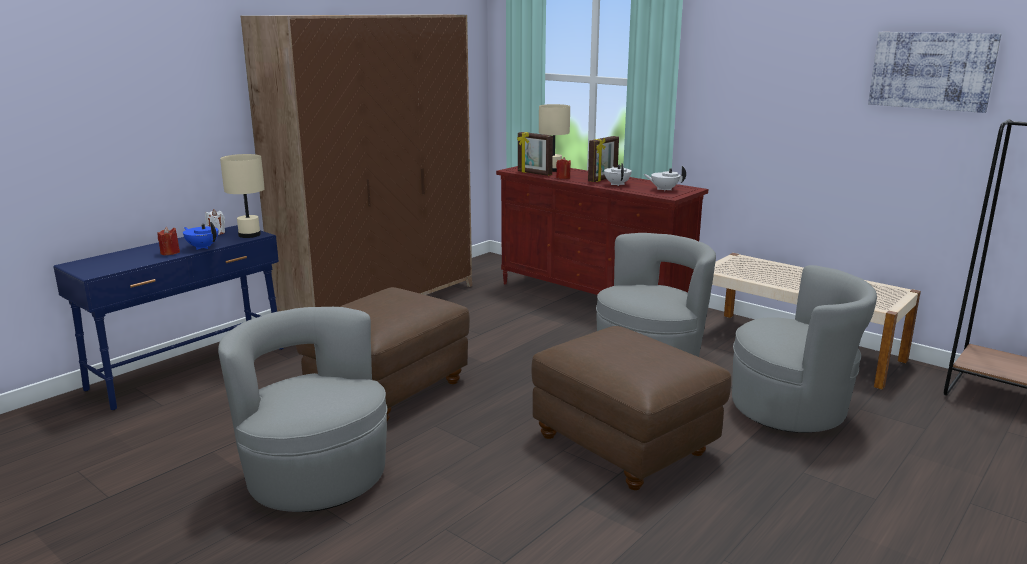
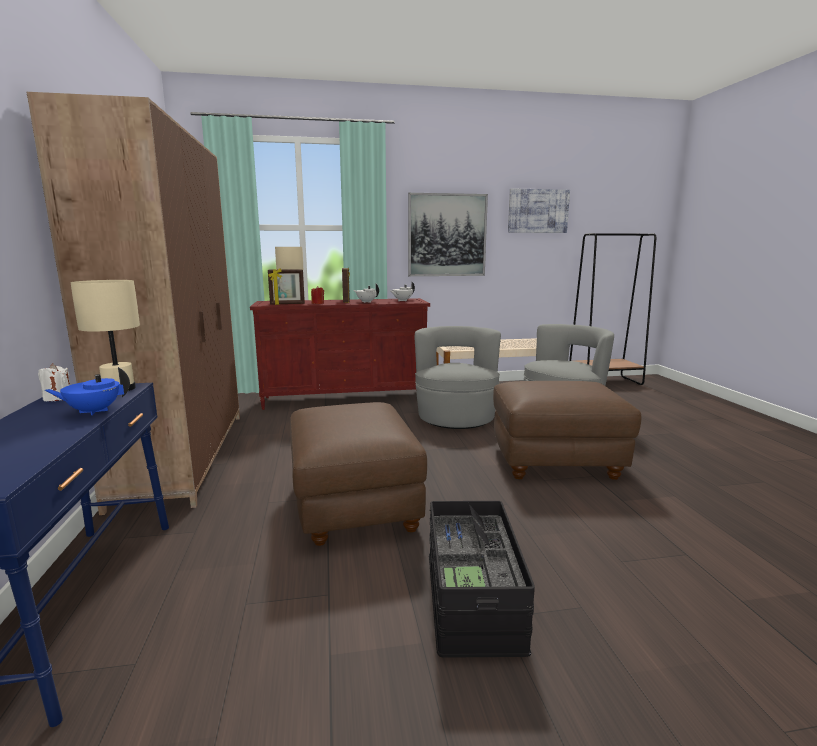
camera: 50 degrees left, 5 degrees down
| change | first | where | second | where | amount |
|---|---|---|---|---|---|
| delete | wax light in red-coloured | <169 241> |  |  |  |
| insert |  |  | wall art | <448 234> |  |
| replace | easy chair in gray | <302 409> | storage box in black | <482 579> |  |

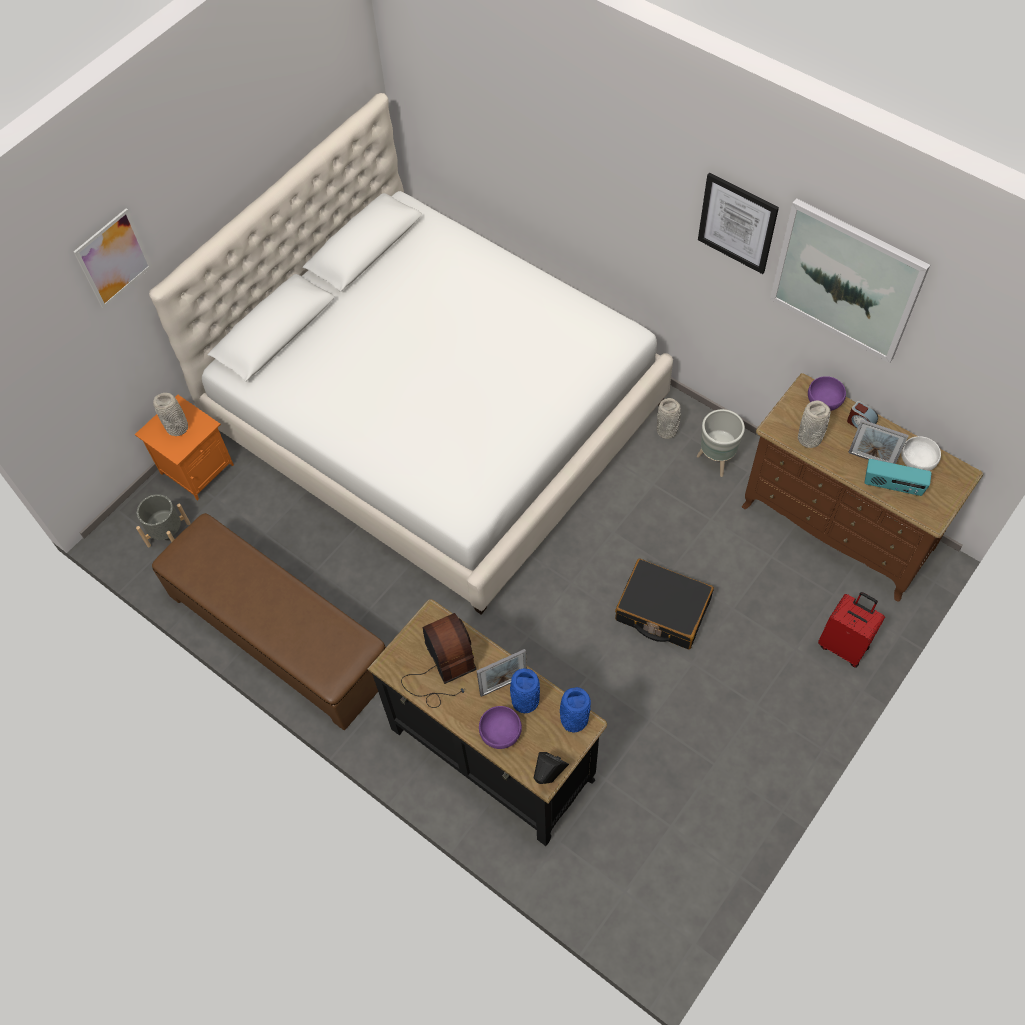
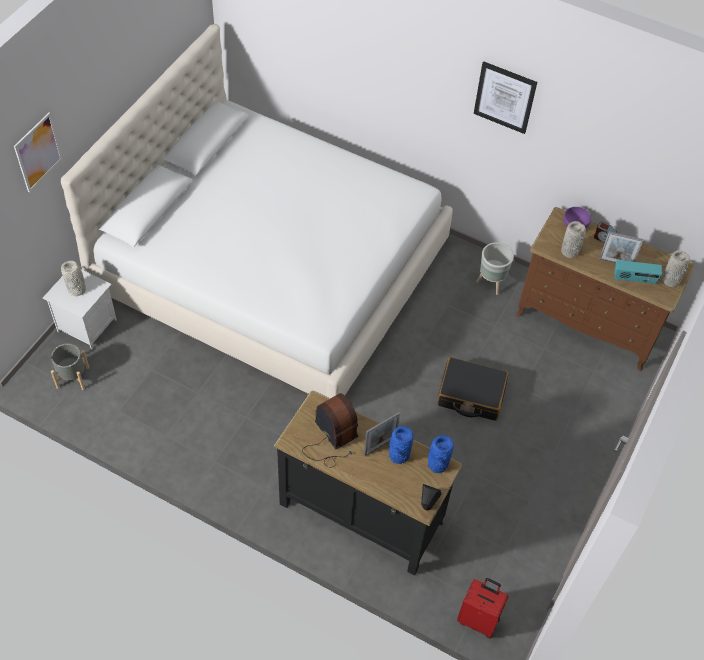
camera: 15 degrees left, 5 degrees down
| change | first | where | second | where | amount |
|---|---|---|---|---|---|
| delete | indoor bench in brownish | <269 621> |  |  |  |
| delete | deep dish in purplish | <500 727> |  |  |  |
| delete | wall art | <850 280> |  |  |  |
| delete | deep dish in whitish | <921 453> |  |  |  |
| move | decorative vase in gray | <669 418> |  | <676 268> |  |
| move | piece of luggage in red-coloured | <851 630> |  | <483 608> |  |
| recolor | nightstand in orangey | <184 448> | nightstand in gray | <80 309> |  |

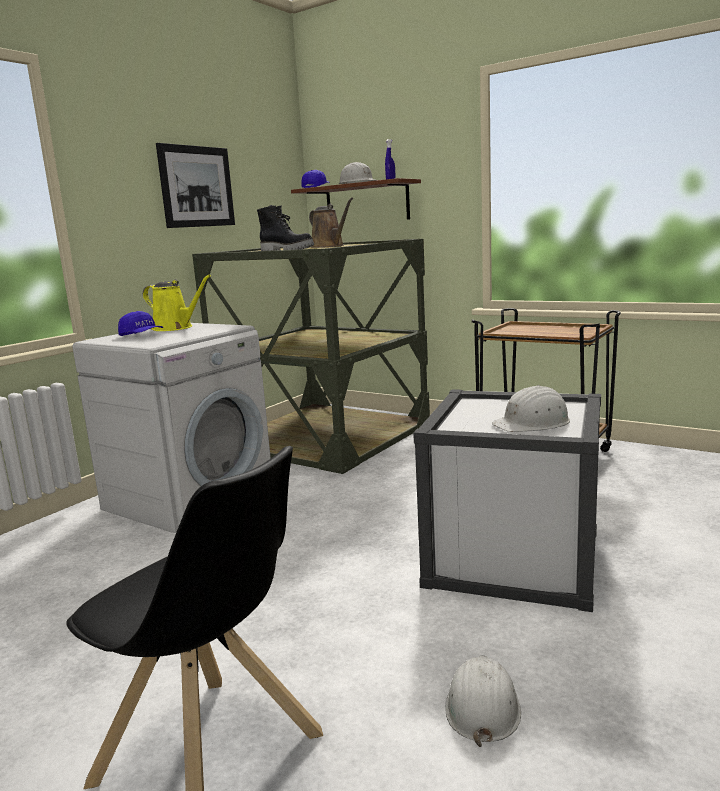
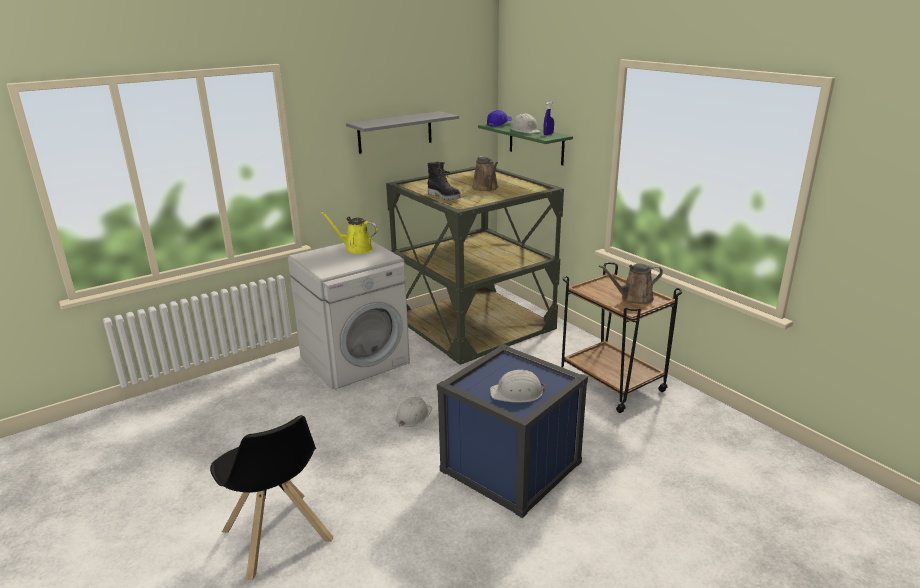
camera: 20 degrees right, 10 degrees up
| change | first | where | second | where | amount |
|---|---|---|---|---|---|
| delete | baseball cap in blue-coloured | <140 323> |  |  |  |
| insert |  |  | watering can in brownish | <631 284> |  |
| move | work helmet in whitish | <483 701> |  | <414 412> |  |
| replace | wall art | <195 185> | bracket shelf in gray | <402 132> |  |
| recolor | bracket shelf in brownish | <356 199> | bracket shelf in green-coloured | <525 143> |  |
| recolor | storage box in whitish | <507 500> | storage box in blue-coloured | <512 431> |  |
| rotate | watering can in yellow-coloured | <177 302> |  | <349 232> | 150 degrees clockwise |

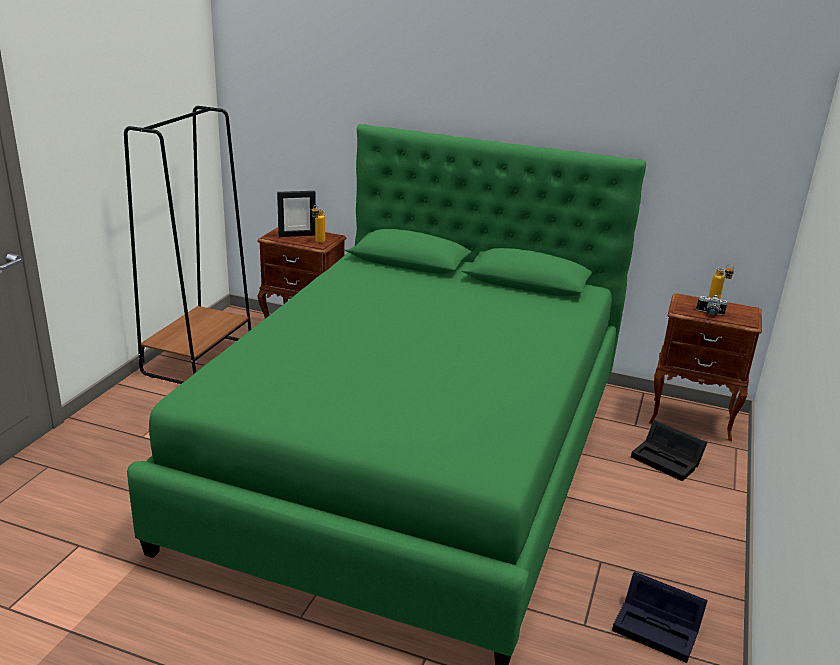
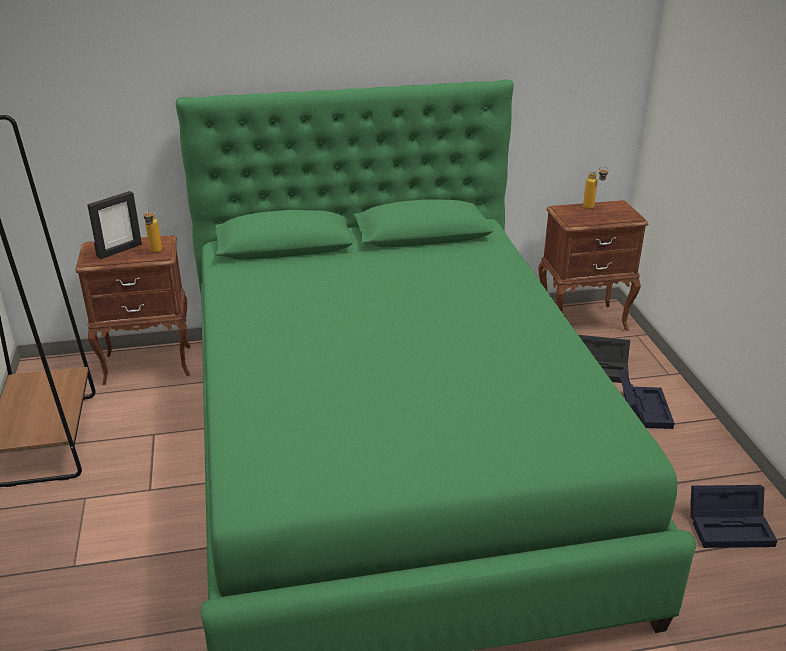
camera: 30 degrees left, 5 degrees up
| change | first | where | second | where | amount |
|---|---|---|---|---|---|
| delete | photo camera | <711 305> |  |  |  |
| insert |  |  | storage box in black | <646 399> |  |

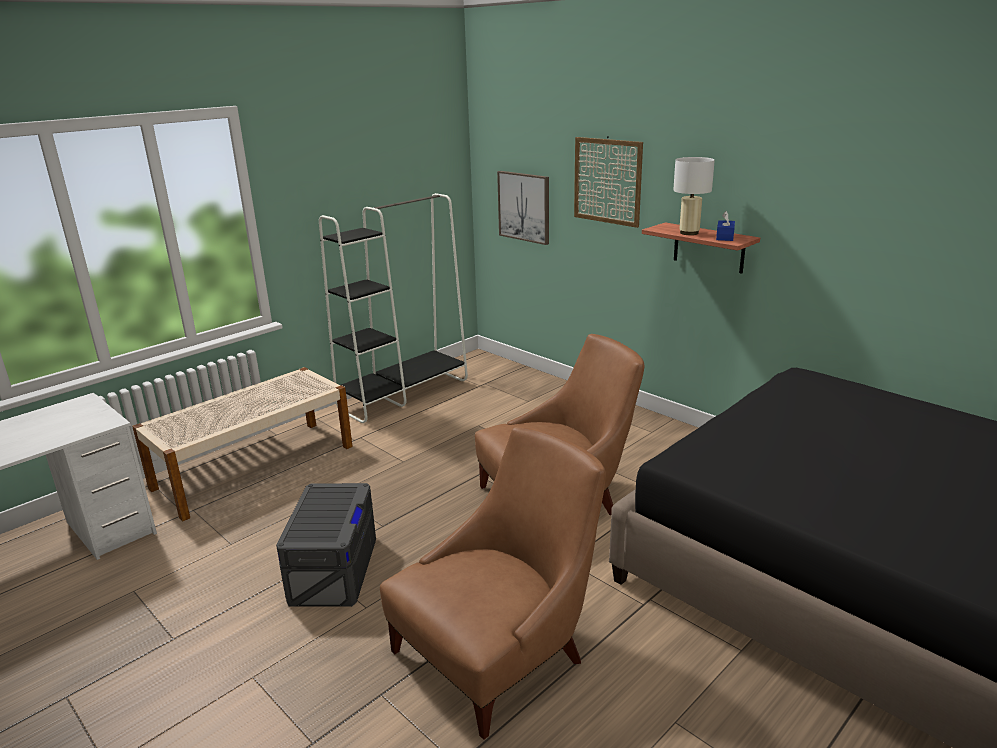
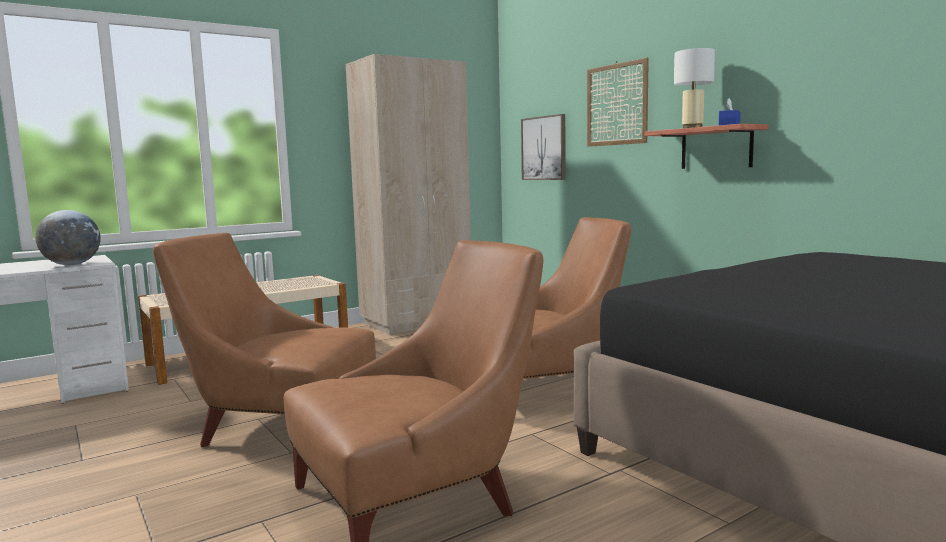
camera: 10 degrees right, 15 degrees down
| change | first | where | second | where | amount |
|---|---|---|---|---|---|
| insert |  |  | world globe | <68 237> |  |
| replace | storage box in gray | <326 545> | easy chair in brownish | <264 340> |  |
| replace | clothes rack in black | <393 308> | clothes cupboard in sand-coloured | <408 194> |  |

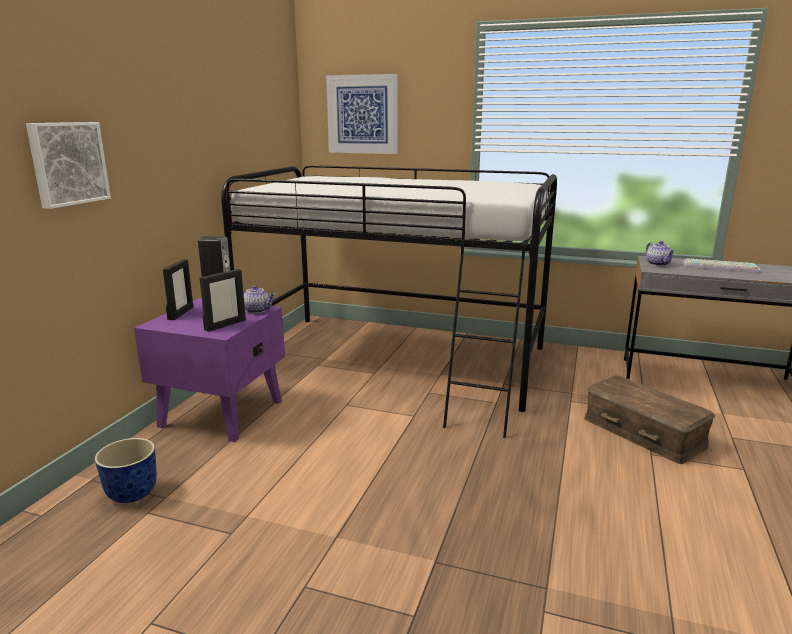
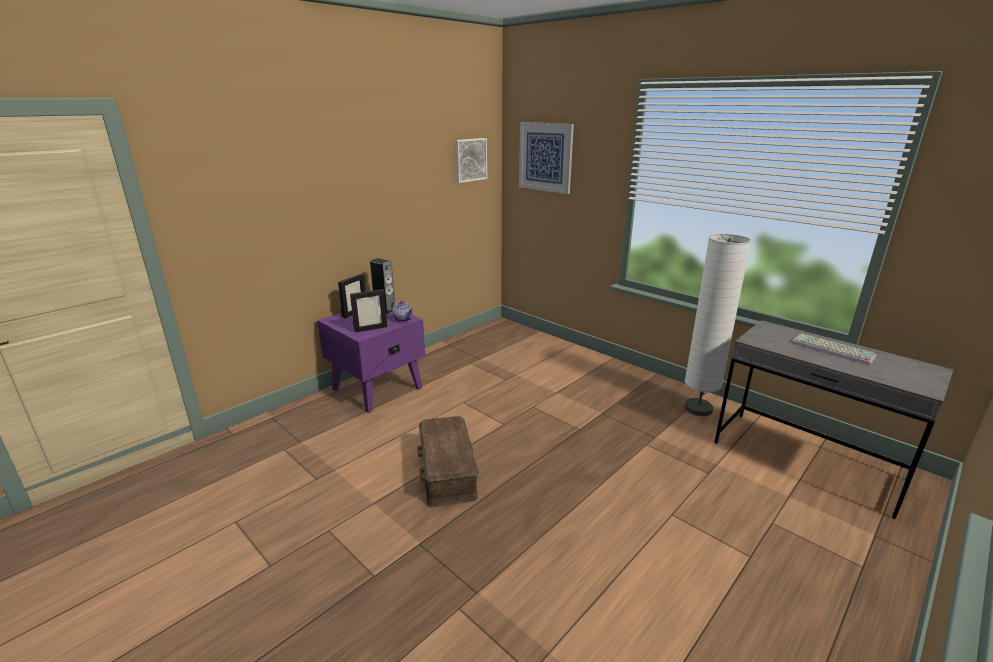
camera: 25 degrees right, 5 degrees up
| change | first | where | second | where | amount |
|---|---|---|---|---|---|
| delete | flower pot | <126 470> |  |  |  |
| delete | bedroom bed in black | <389 301> |  |  |  |
| delete | teapot | <660 253> |  |  |  |
| insert |  |  | standard lamp in whitish | <718 325> |  |
| move | wall art | <68 165> |  | <471 160> |  |
| move | storage box in brownish | <649 419> |  | <448 461> |  |

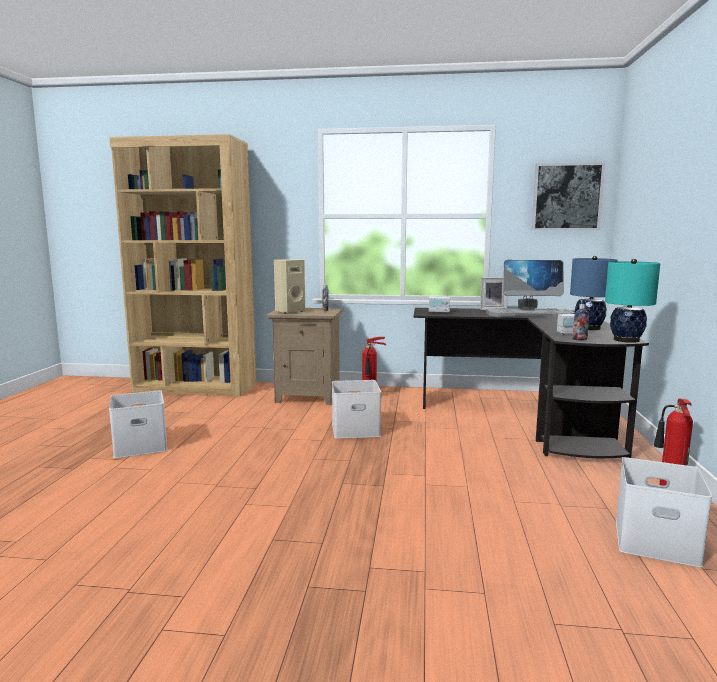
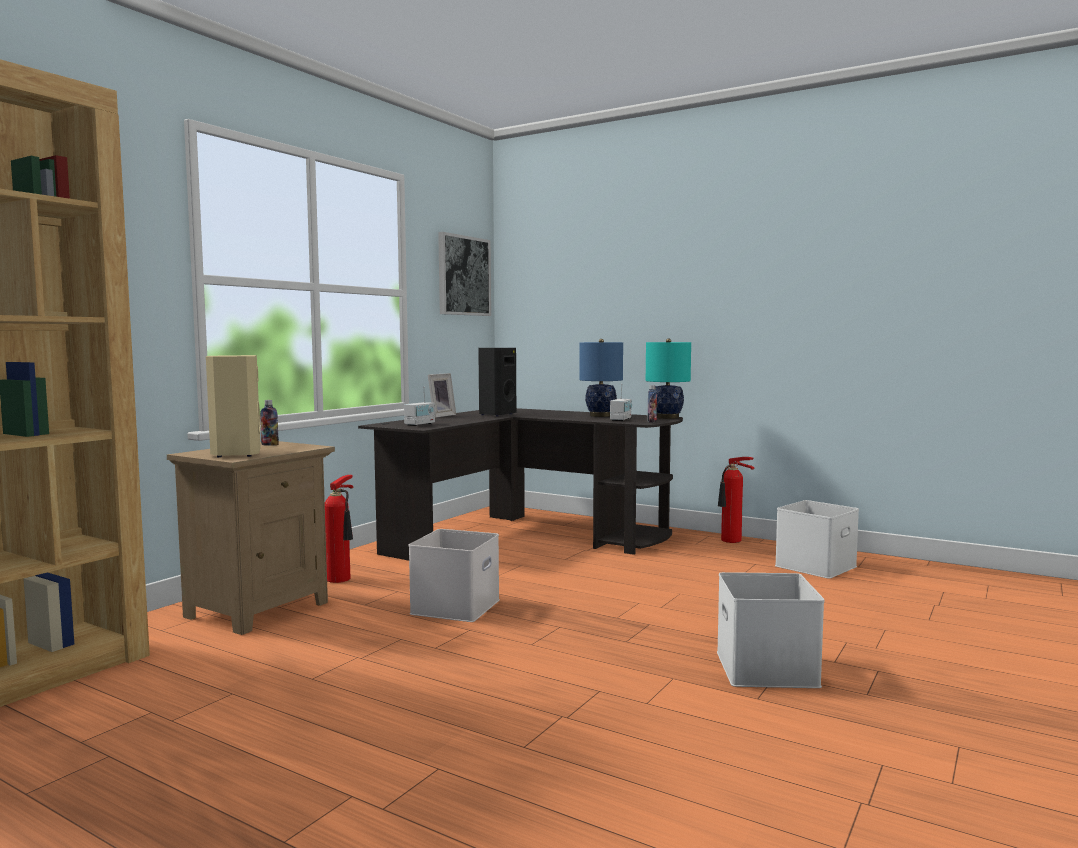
camera: 65 degrees left, 5 degrees down
| change | first | where | second | where | amount |
|---|---|---|---|---|---|
| move | storage box in whitish | <138 424> |  | <770 630> |  |
| replace | computer display | <530 289> | loudspeaker in black | <497 382> |  |

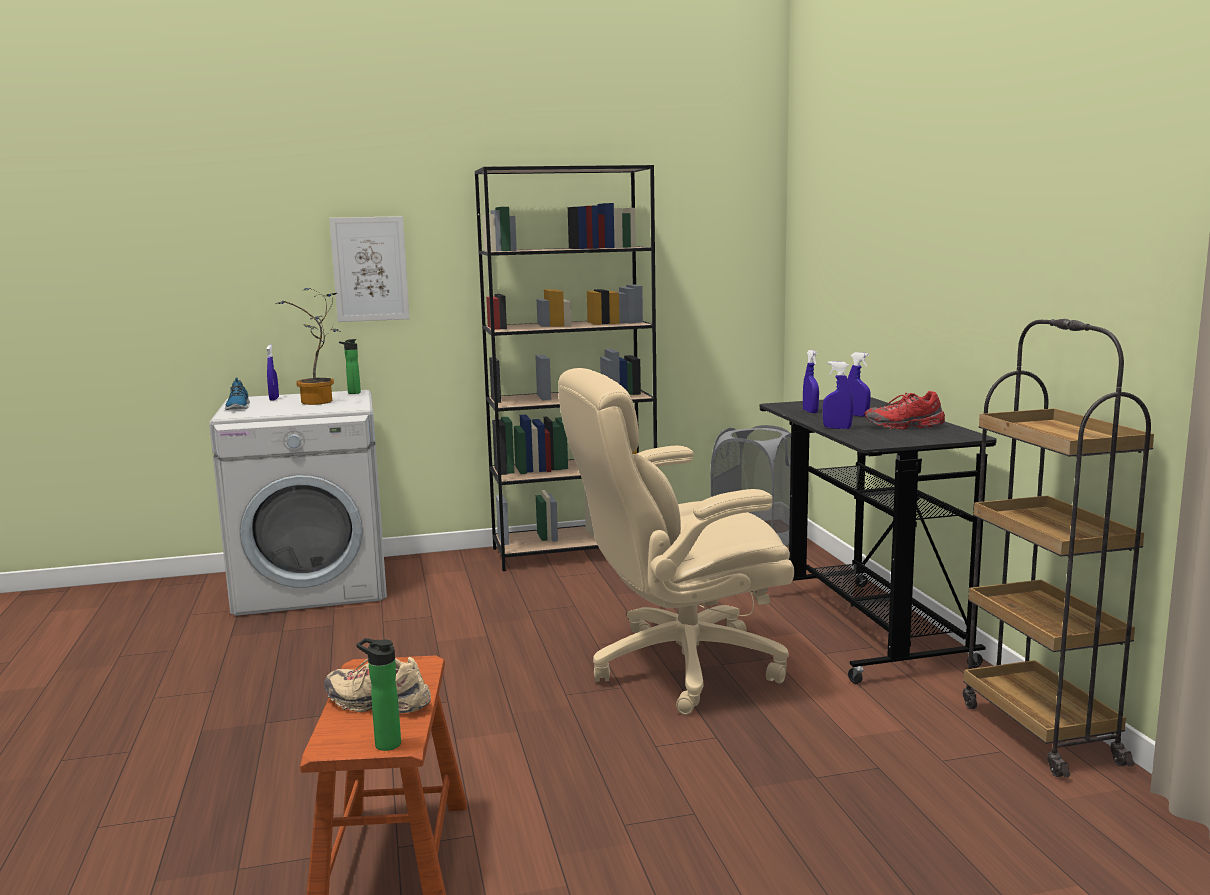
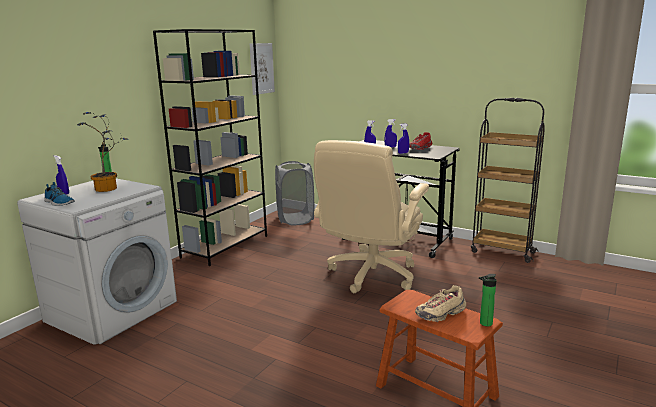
camera: 45 degrees left, 5 degrees up
| change | first | where | second | where | amount |
|---|---|---|---|---|---|
| move | wall art | <369 269> |  | <262 69> |  |

